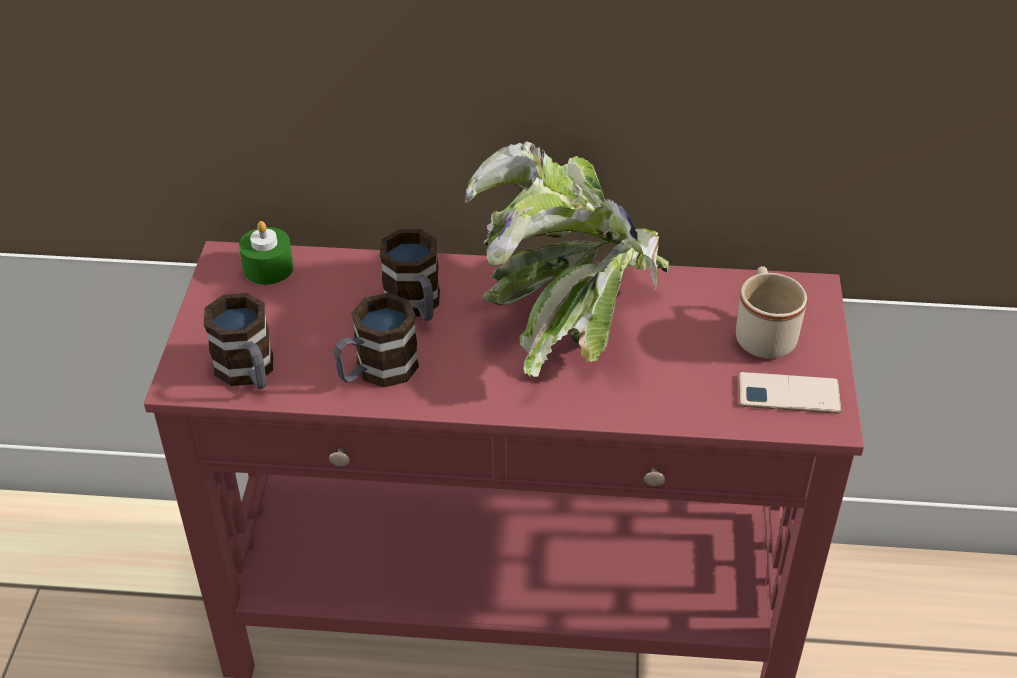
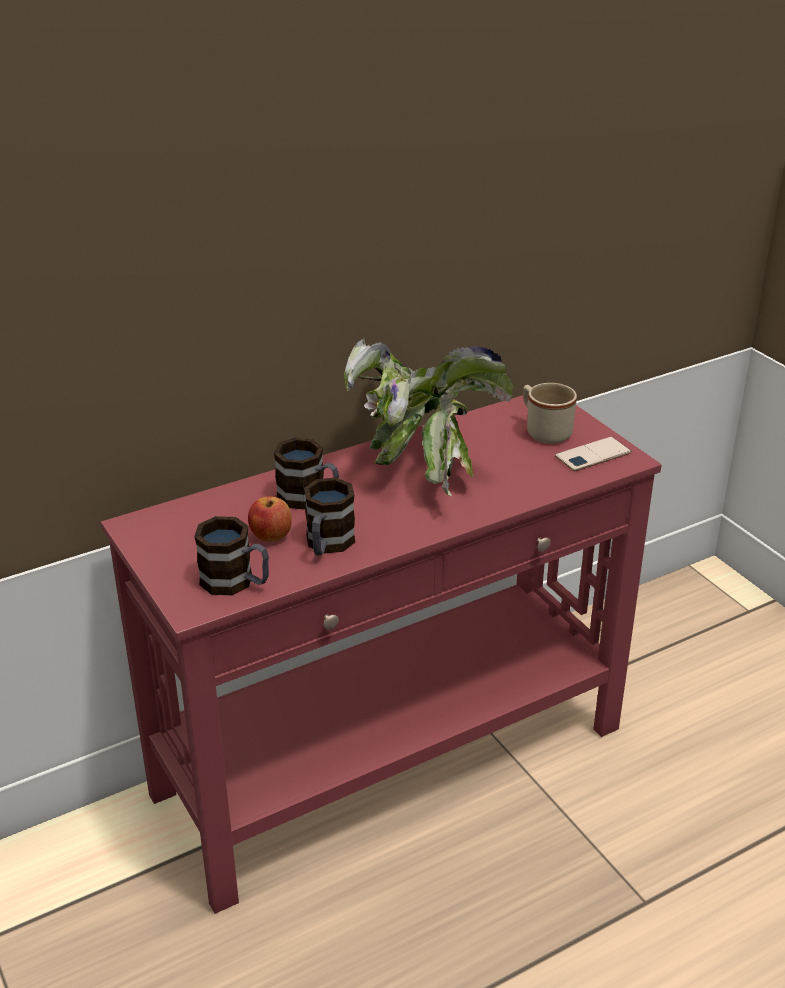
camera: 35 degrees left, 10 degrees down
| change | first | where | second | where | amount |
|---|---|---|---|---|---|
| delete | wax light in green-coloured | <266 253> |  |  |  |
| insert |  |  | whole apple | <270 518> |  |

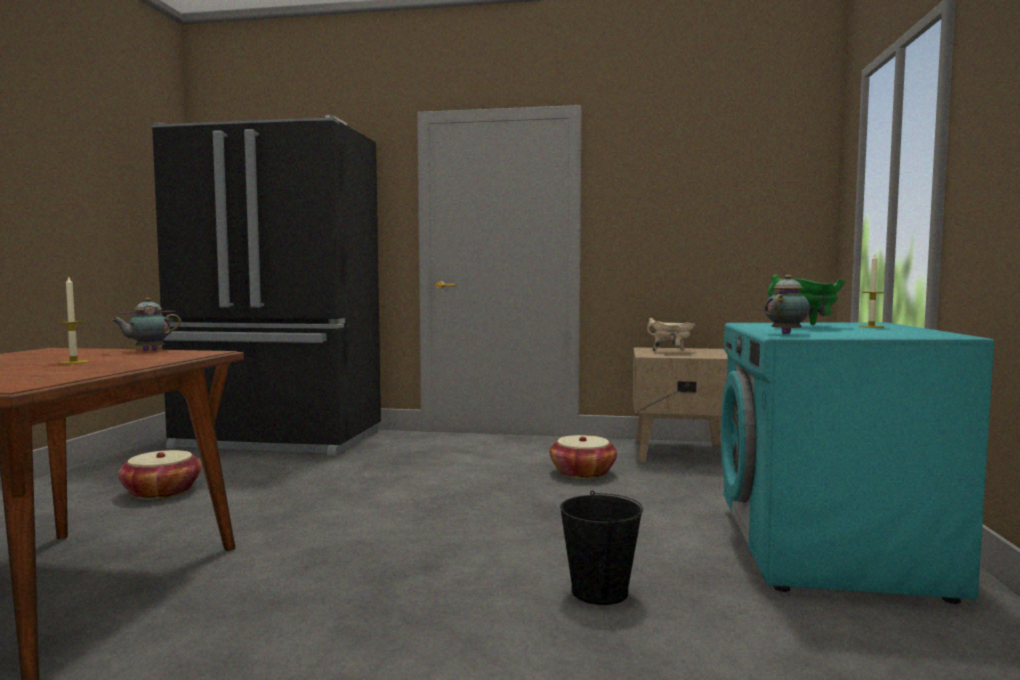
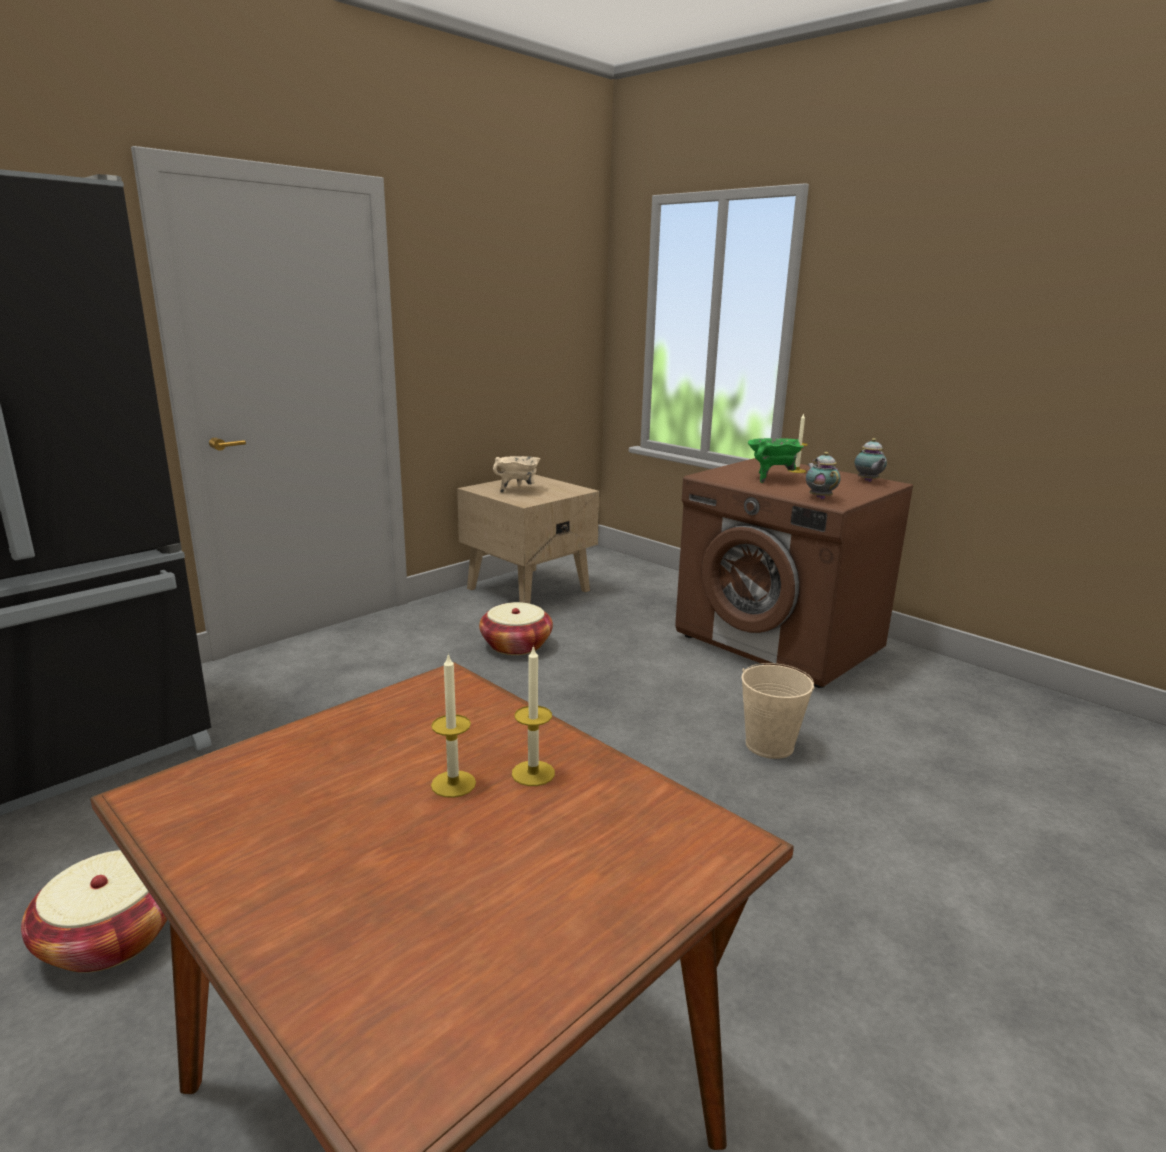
camera: 55 degrees left, 15 degrees up
| change | first | where | second | where | amount |
|---|---|---|---|---|---|
| insert |  |  | wax light | <533 715> |  |
| move | teapot | <146 324> |  | <870 460> |  |
| recolor | water bucket in black | <601 548> | water bucket in sand-coloured | <778 711> |  |
| recolor | washing machine in turquoise-coloured | <857 463> | washing machine in brownish | <794 573> |  |

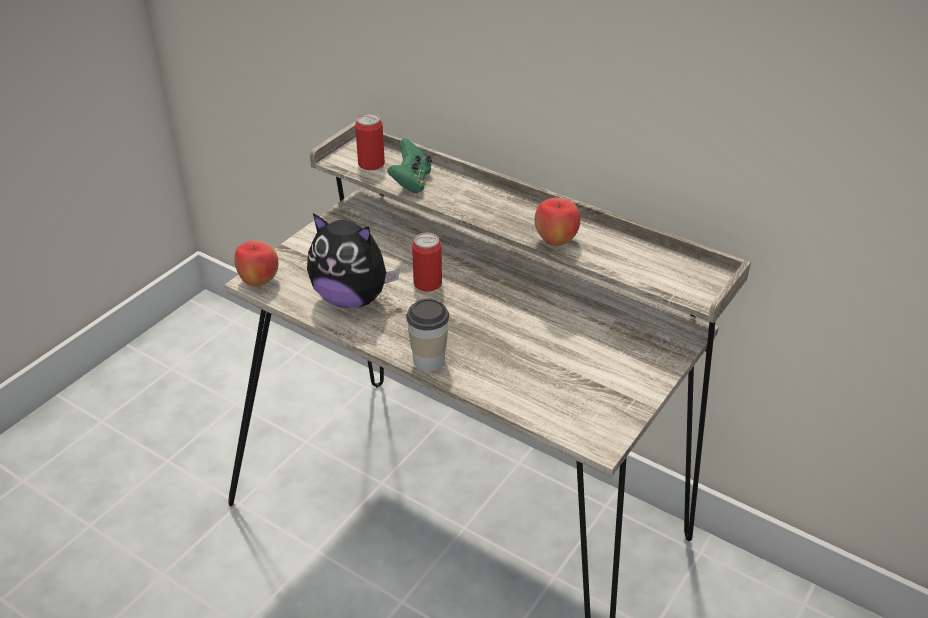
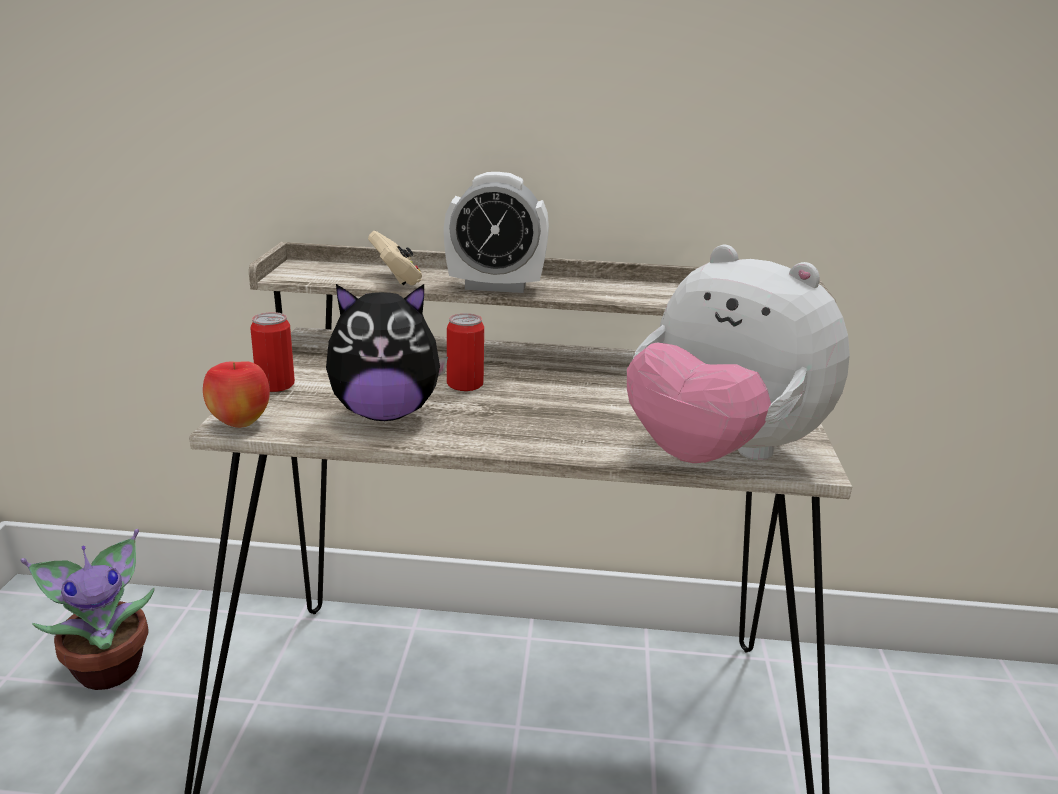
camera: 30 degrees left, 15 degrees down
| change | first | where | second | where | amount |
|---|---|---|---|---|---|
| delete | cup | <427 335> |  |  |  |
| delete | whole apple | <557 222> |  |  |  |
| insert |  |  | plant in a pot | <88 609> |  |
| insert |  |  | bedside clock | <496 232> |  |
| insert |  |  | soft toy | <738 354> |  |
| move | can | <370 141> |  | <272 352> |  |
| recolor | joypad in green-coloured | <409 165> | joypad in sand-coloured | <395 258> |  |

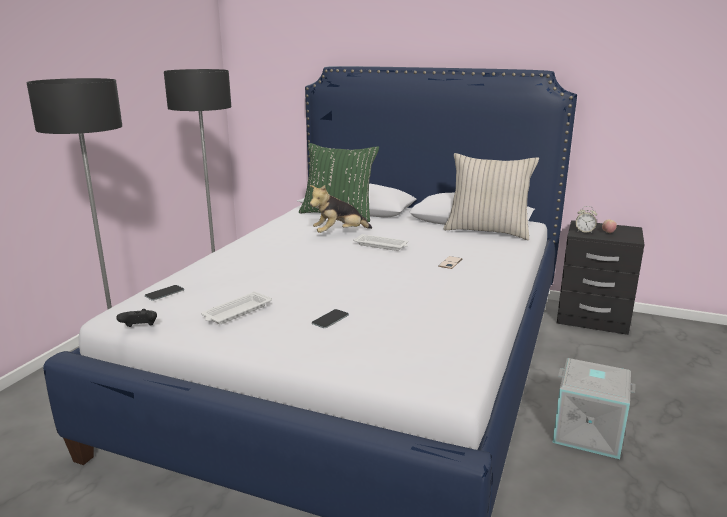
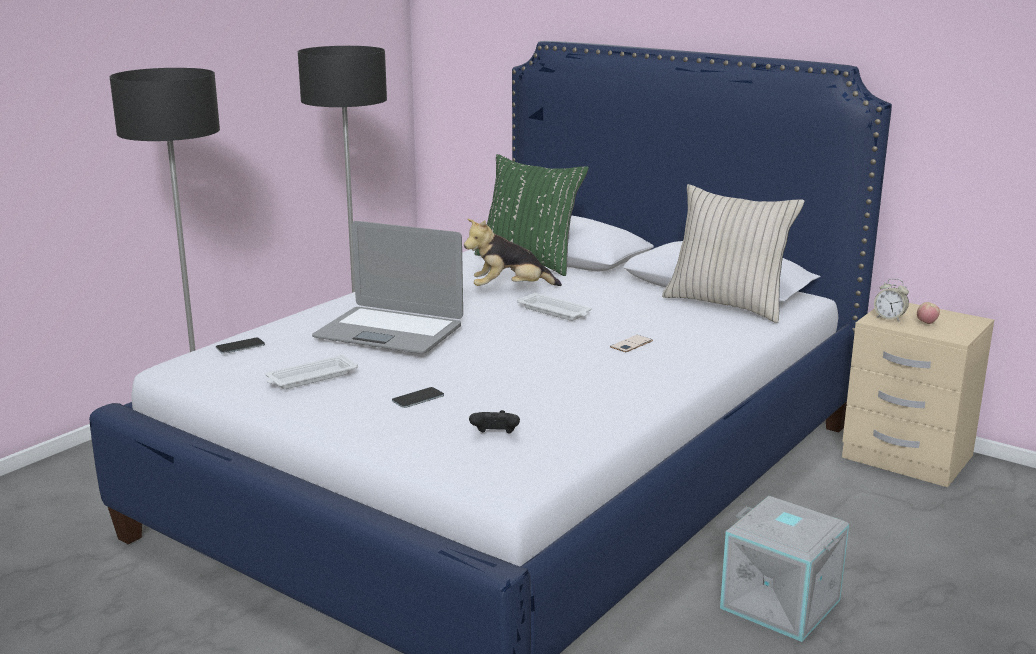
camera: 15 degrees right, 0 degrees up
| change | first | where | second | where | amount |
|---|---|---|---|---|---|
| insert |  |  | notebook computer | <387 287> |  |
| move | joypad in black | <137 318> |  | <494 422> |  |
| recolor | nightstand in black | <601 277> | nightstand in sand-coloured | <918 395> |  |

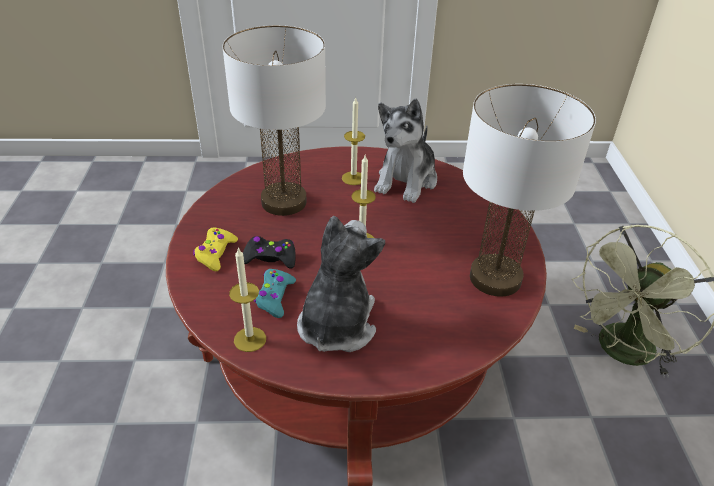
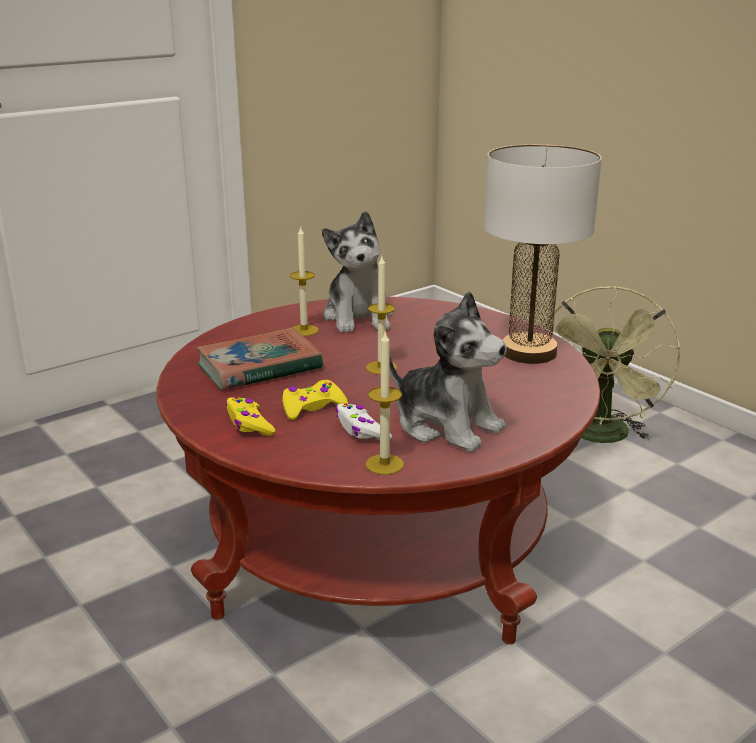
camera: 35 degrees left, 15 degrees down
| change | first | where | second | where | amount |
|---|---|---|---|---|---|
| replace | lamp for a table | <274 120> | book | <259 358> |  |
| recolor | joypad in black | <269 252> | joypad in yellow-coloured | <315 400> |  |
| recolor | joypad in turquoise-coloured | <275 293> | joypad in whitish | <364 422> |  |
| rotate | soft toy | <341 284> |  | <448 371> | 150 degrees clockwise |

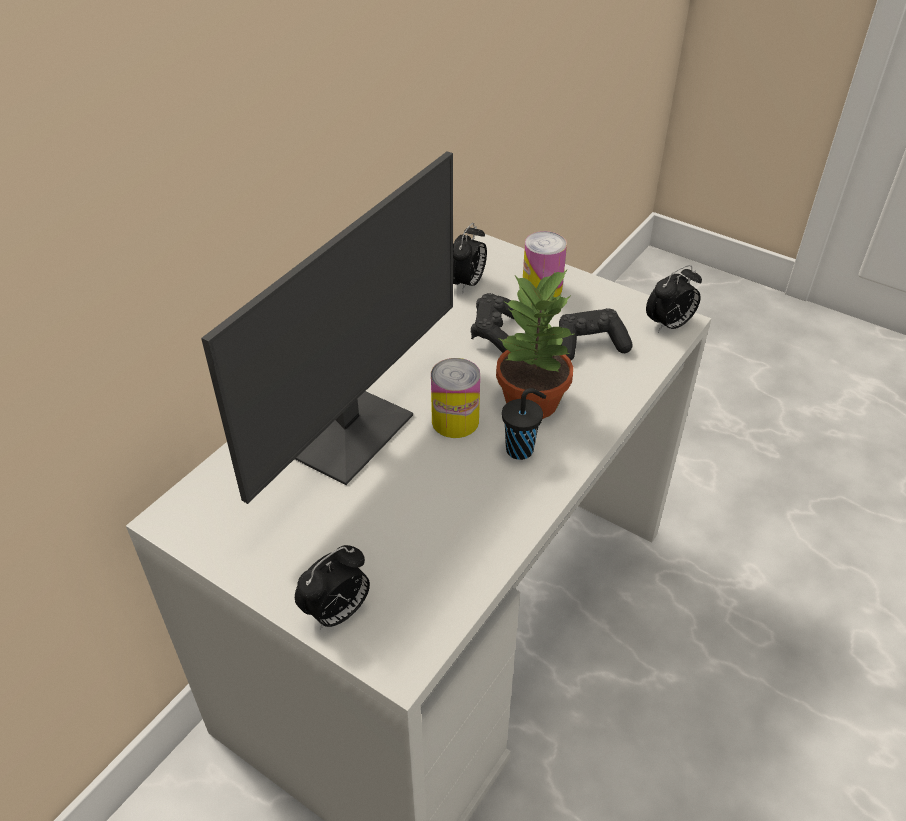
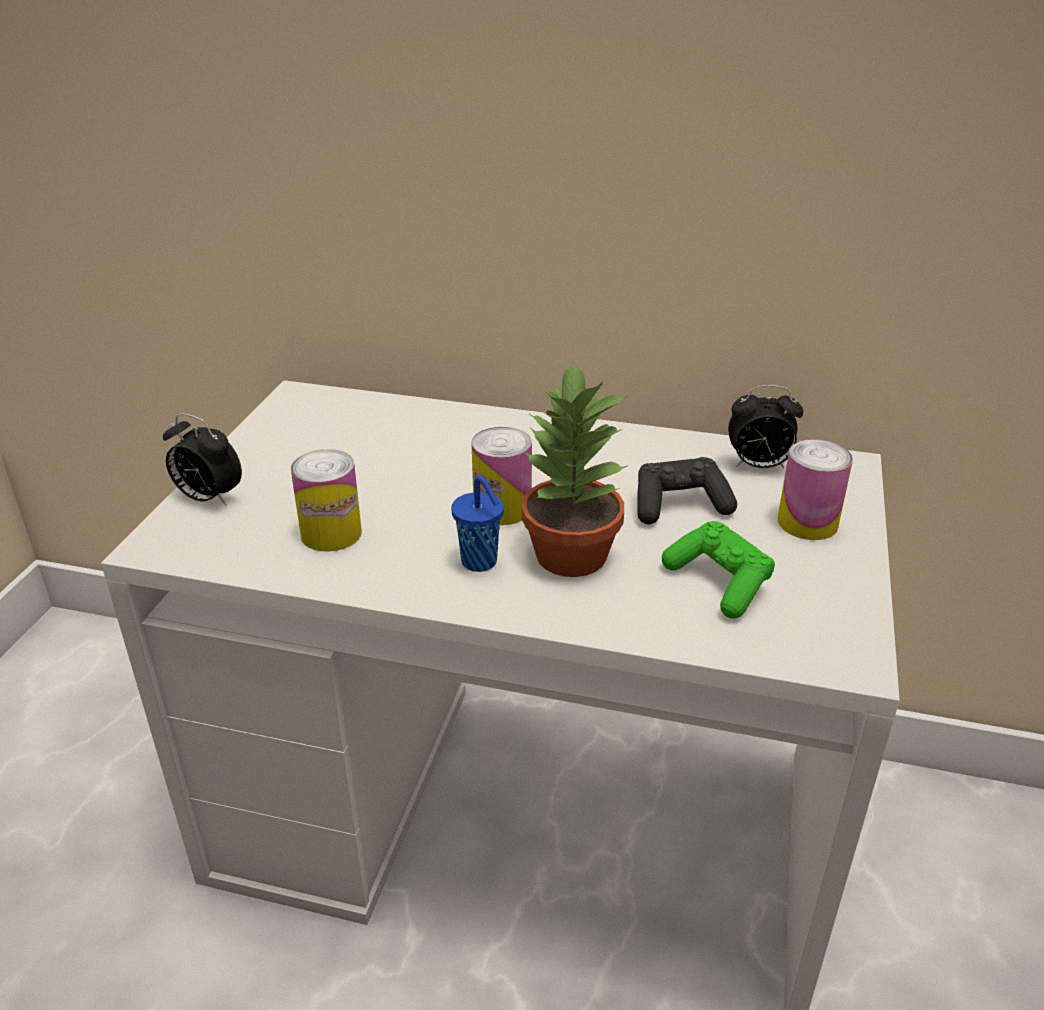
camera: 70 degrees right, 10 degrees down
| change | first | where | second | where | amount |
|---|---|---|---|---|---|
| delete | computer display | <327 327> |  |  |  |
| delete | bedside clock | <674 299> |  |  |  |
| insert |  |  | can | <326 500> |  |
| recolor | cup in black | <524 424> | cup in blue-coloured | <477 523> |  |
| recolor | joypad in black | <596 334> | joypad in green-coloured | <718 570> |  |

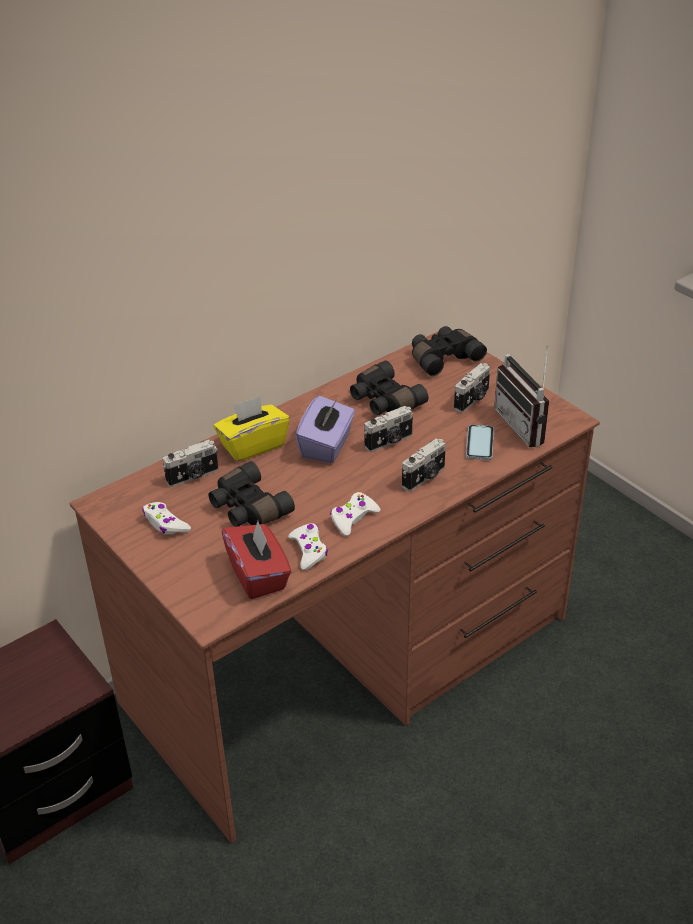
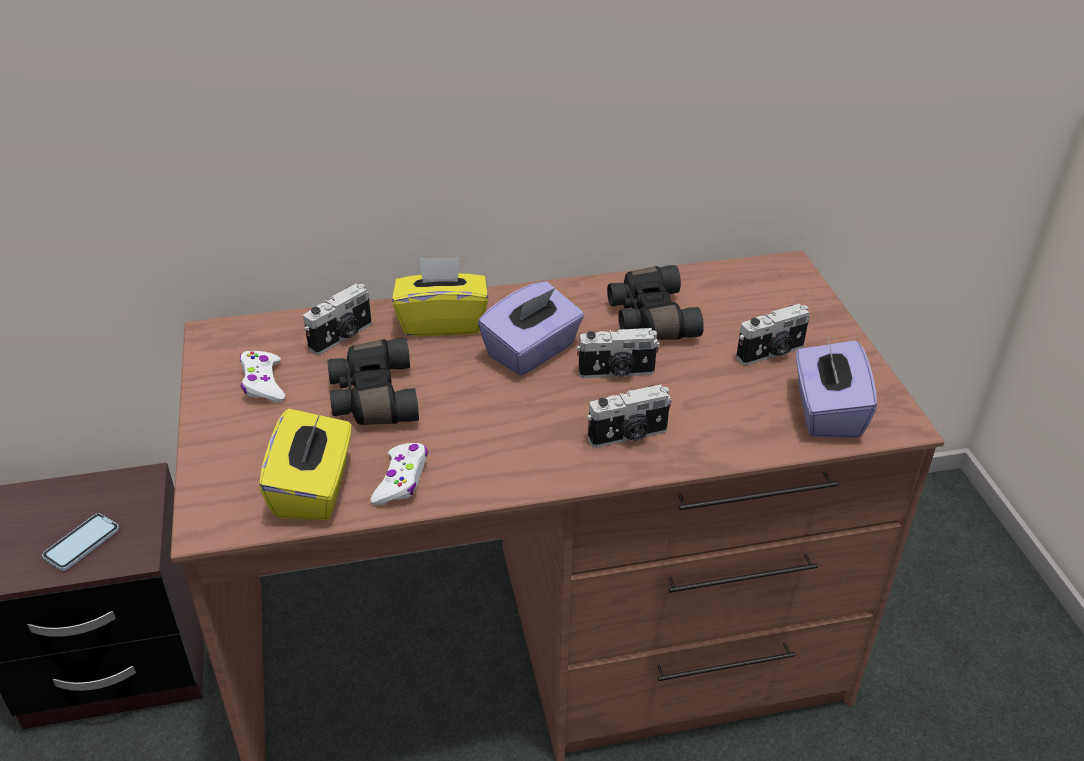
camera: 25 degrees right, 0 degrees up
| change | first | where | second | where | amount |
|---|---|---|---|---|---|
| delete | joypad in whitish | <355 514> |  |  |  |
| delete | binoculars in black | <449 351> |  |  |  |
| move | phone | <480 442> |  | <80 542> |  |
| replace | radio set | <521 396> | tissue holder in purplish | <836 387> |  |
| recolor | tissue holder in red-coloured | <256 560> | tissue holder in yellow-coloured | <305 464> |  |
| rotate | photo camera | <190 463> |  | <337 319> | 45 degrees counterclockwise |

